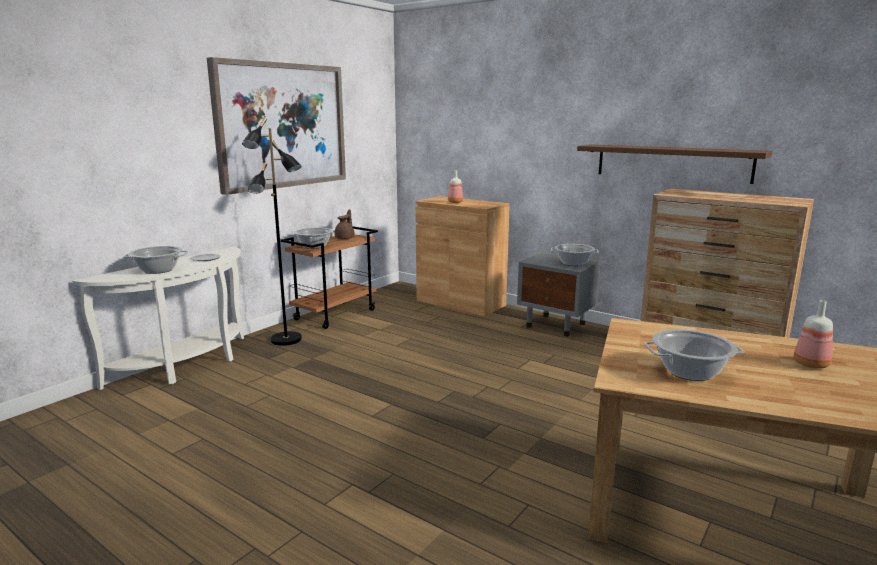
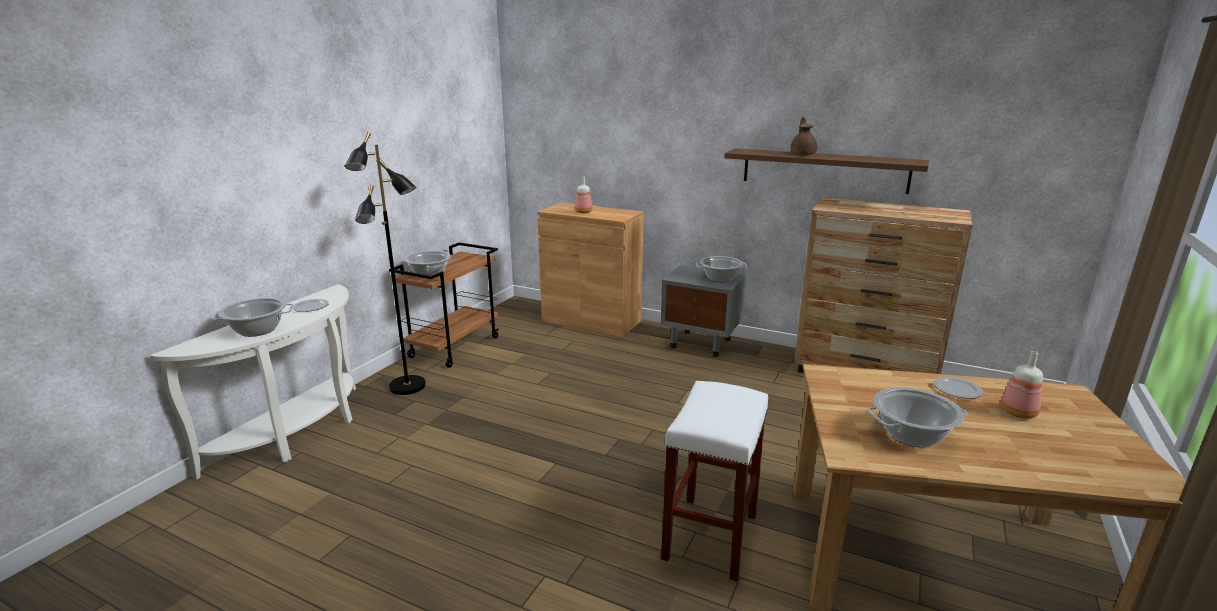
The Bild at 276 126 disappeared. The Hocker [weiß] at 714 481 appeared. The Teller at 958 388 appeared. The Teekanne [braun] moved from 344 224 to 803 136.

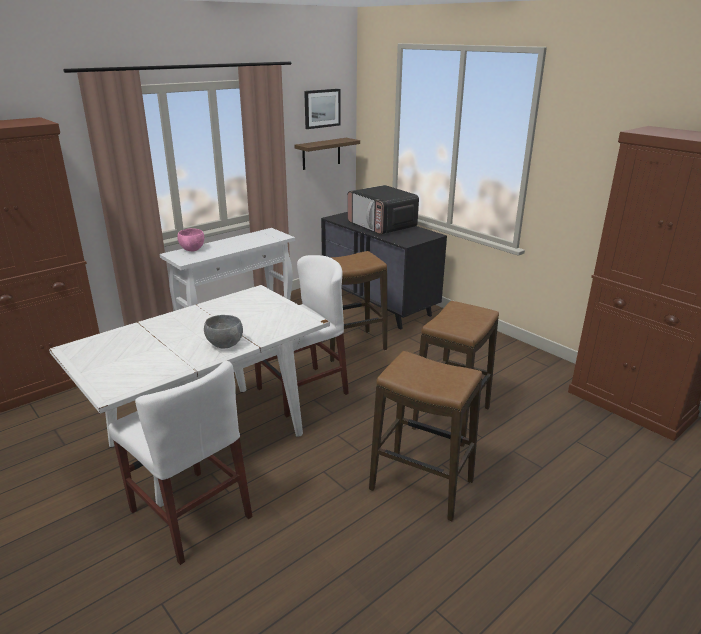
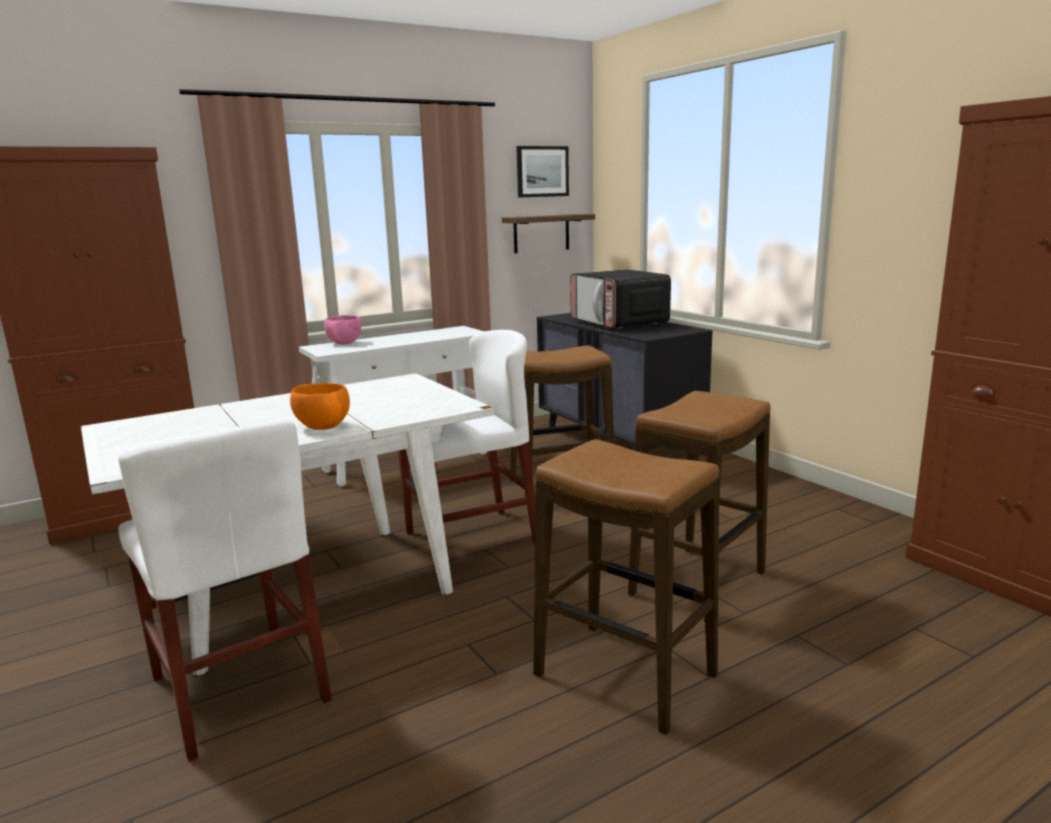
The Schüssel [grau] at 223 331 became the Schüssel [orange] at 320 406.

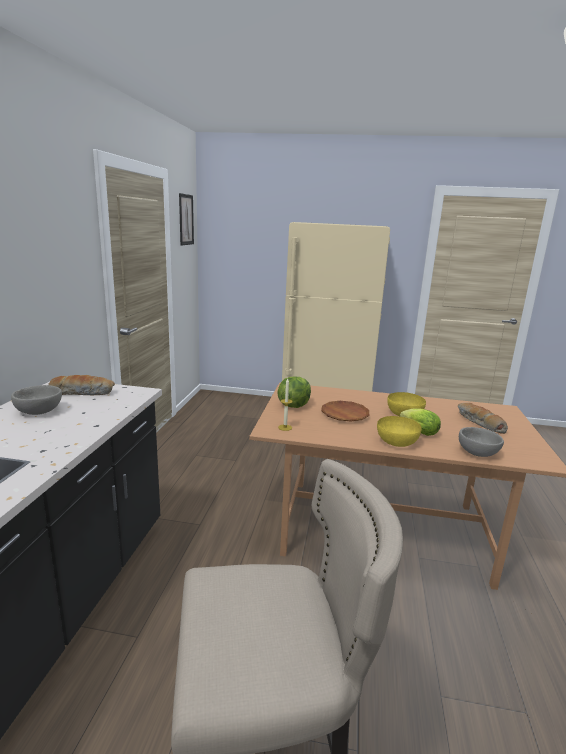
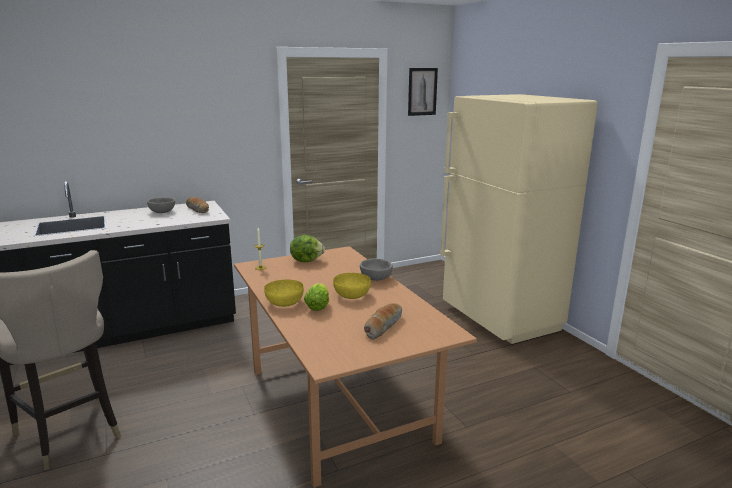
The Teller [braun] at 345 411 disappeared. The Schüssel [grau] moved from 481 442 to 376 270.

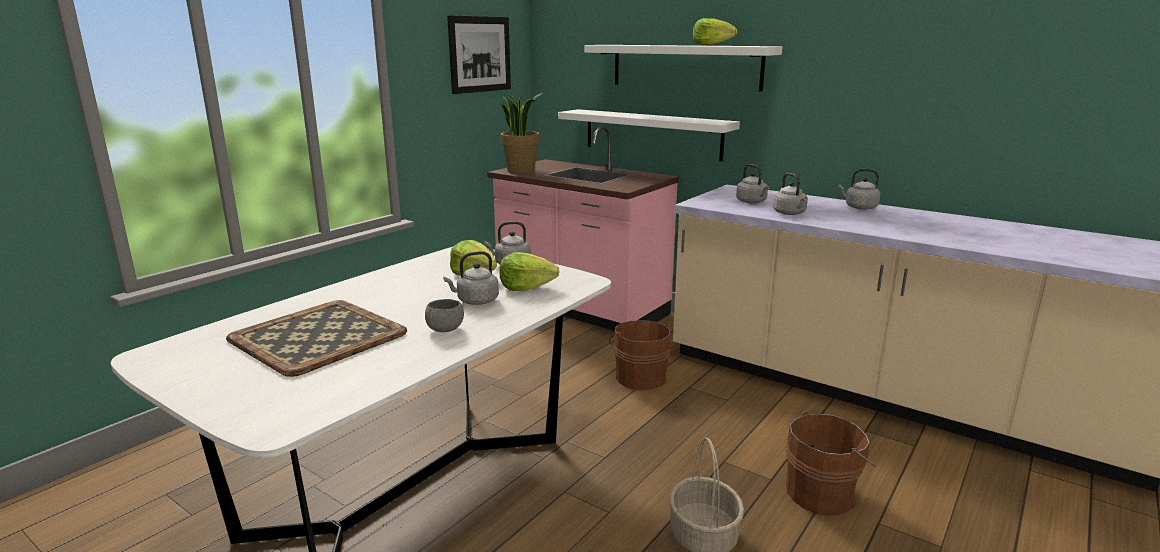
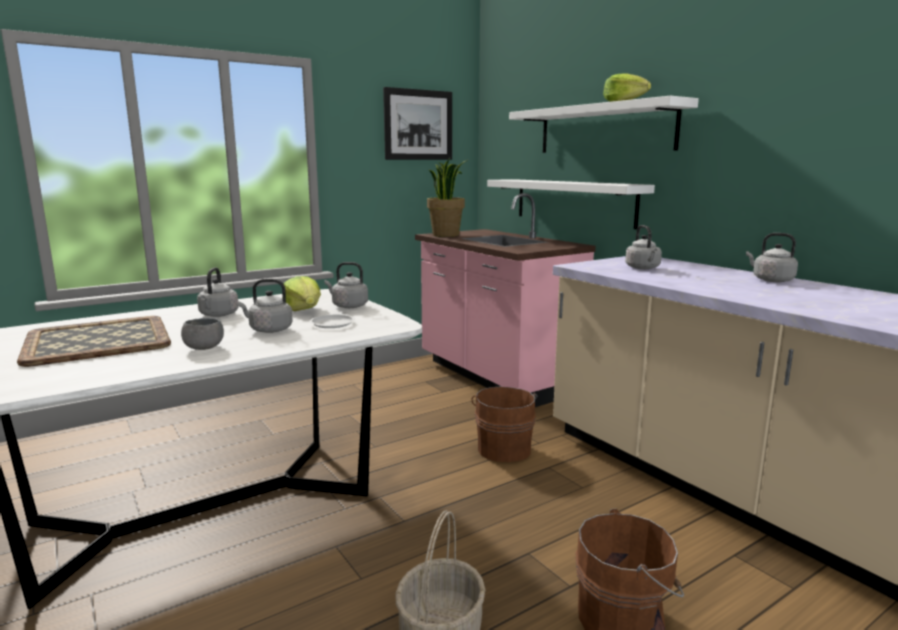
The Wasserkessel [grau] moved from 790 194 to 218 292. The Salatkopf at 529 271 was replaced by the Teller [weiß] at 332 321.

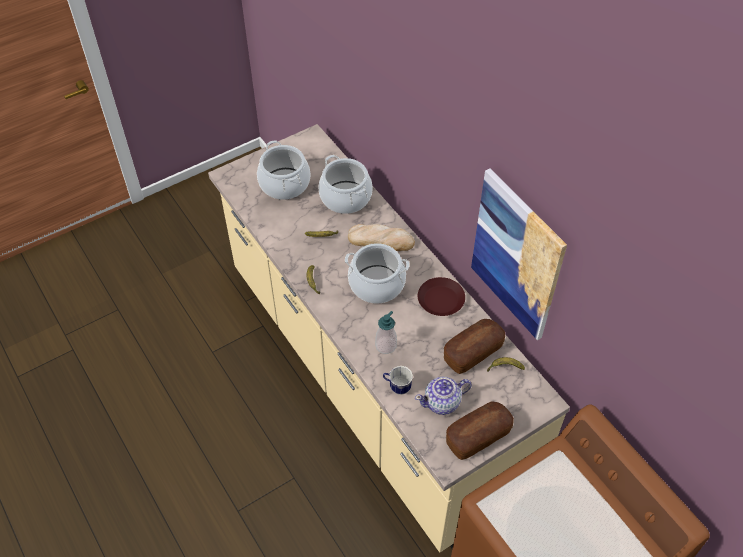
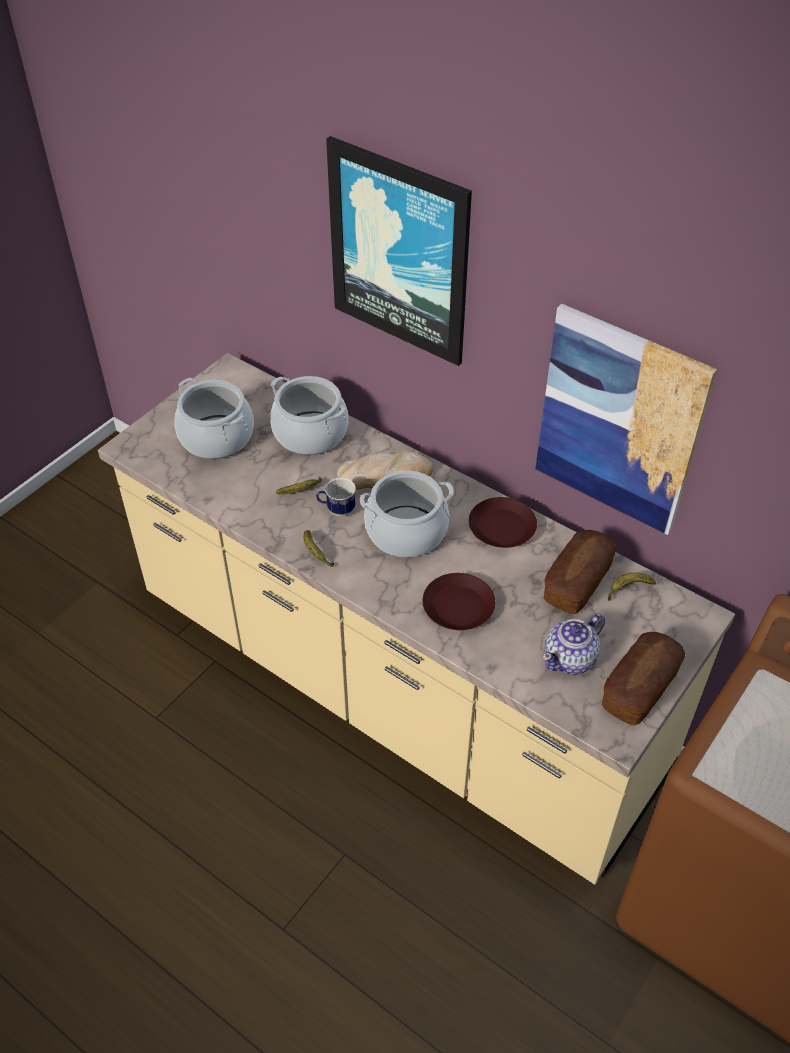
The Bild at 399 251 appeared. The Henkelbecher moved from 398 380 to 336 497. The Seifenspender at 386 332 was replaced by the Teller [braun] at 459 601.

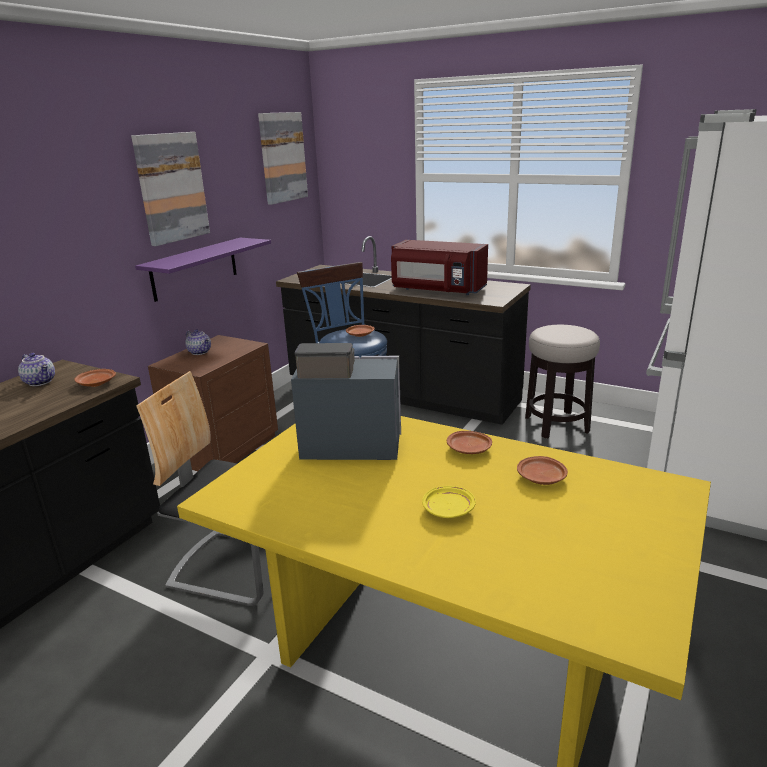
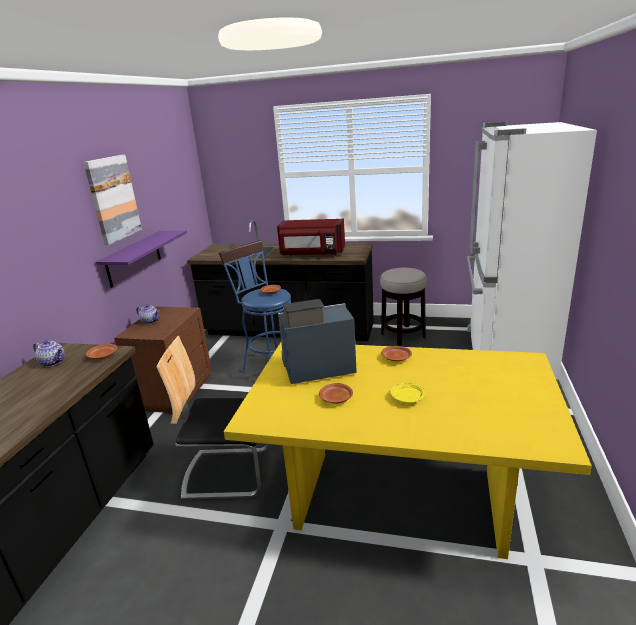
The Bild at 283 158 disappeared. The Teller [braun] moved from 542 470 to 336 393.

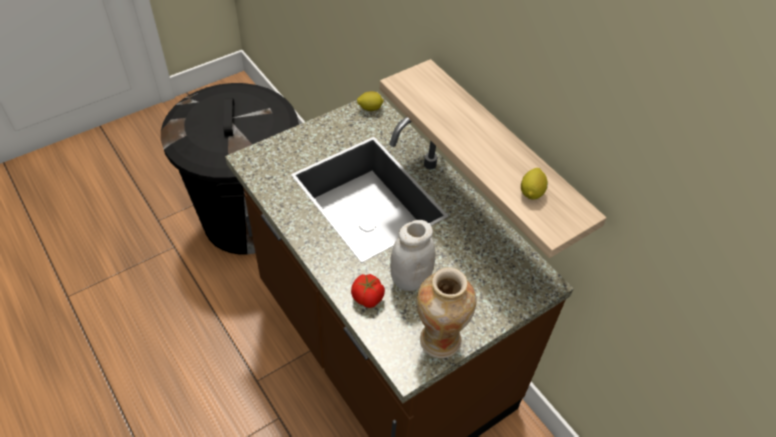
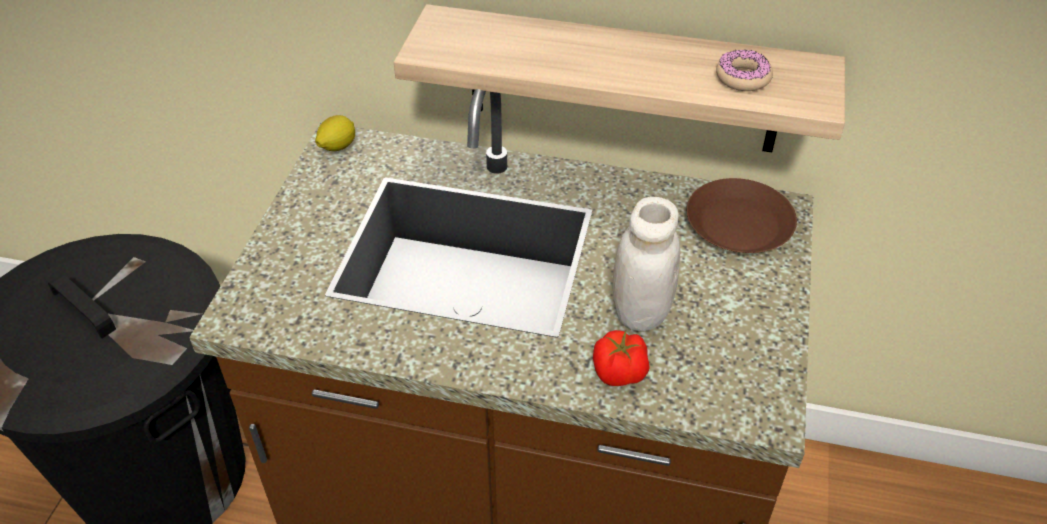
The Vase at 446 313 disappeared. The Teller [braun] at 742 215 appeared. The Zitrone at 534 184 was replaced by the Donut at 744 70.

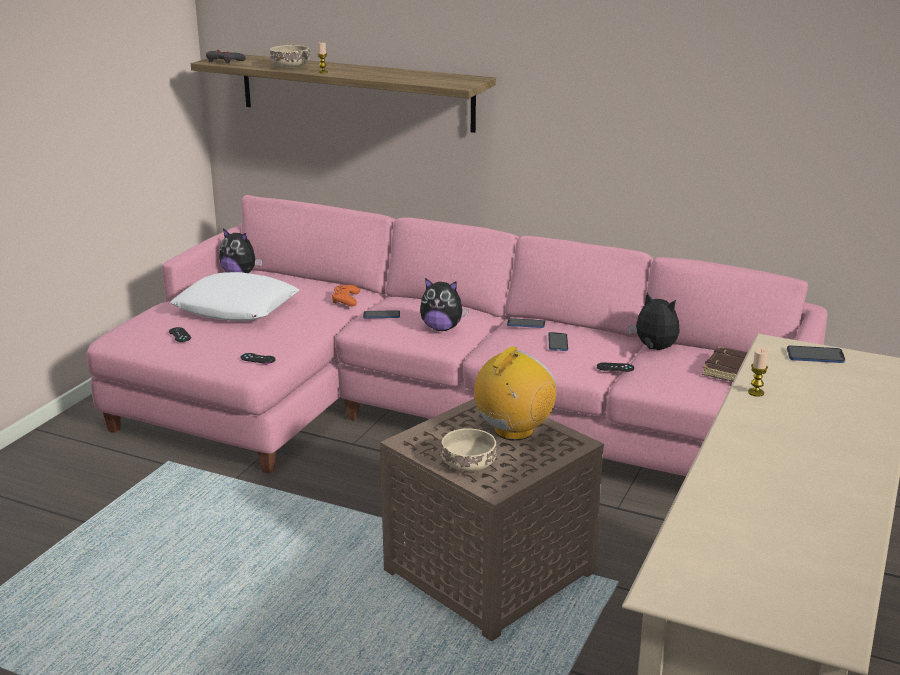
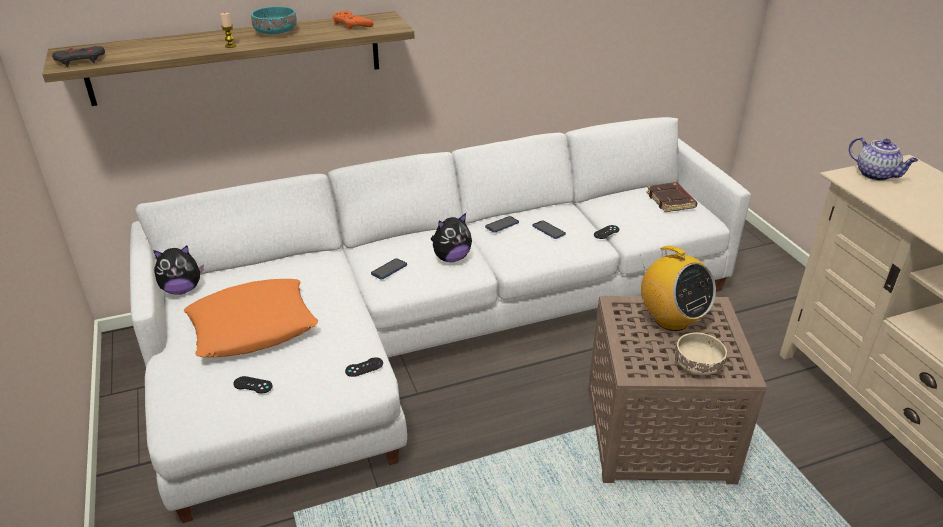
The Schüssel [beige] at 290 56 disappeared. The Plüschtier at 654 321 disappeared. The Kerze at 758 372 disappeared. The Schüssel [türkis] at 274 20 appeared. The Gamepad [orange] moved from 346 295 to 353 20. The Handy at 816 354 was replaced by the Teekanne at 883 159. The Sofa [rosa] at 457 335 became the Sofa [weiß] at 440 320. The Kissen [weiß] at 234 296 became the Kissen [orange] at 251 318. The Radio at 515 393 turned 150 degrees clockwise.

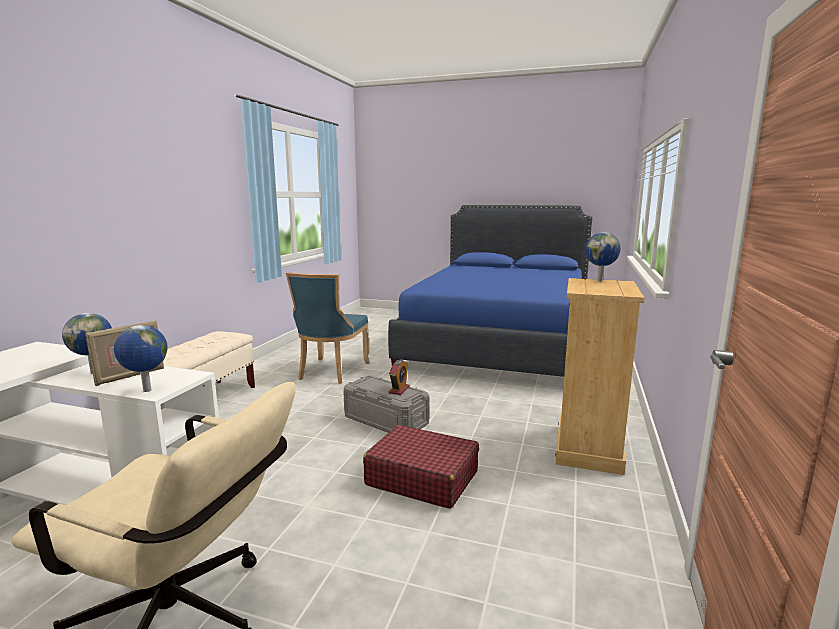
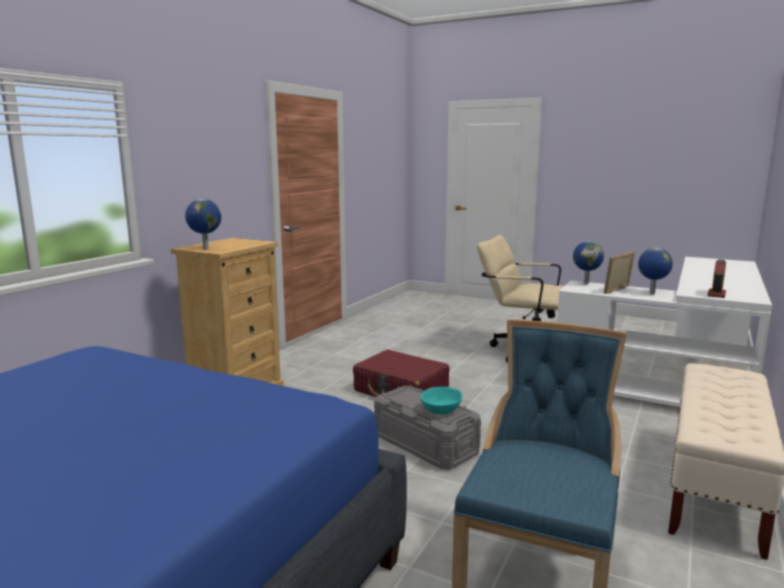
The Schüssel [türkis] at 441 401 appeared. The Wecker moved from 399 377 to 716 278.

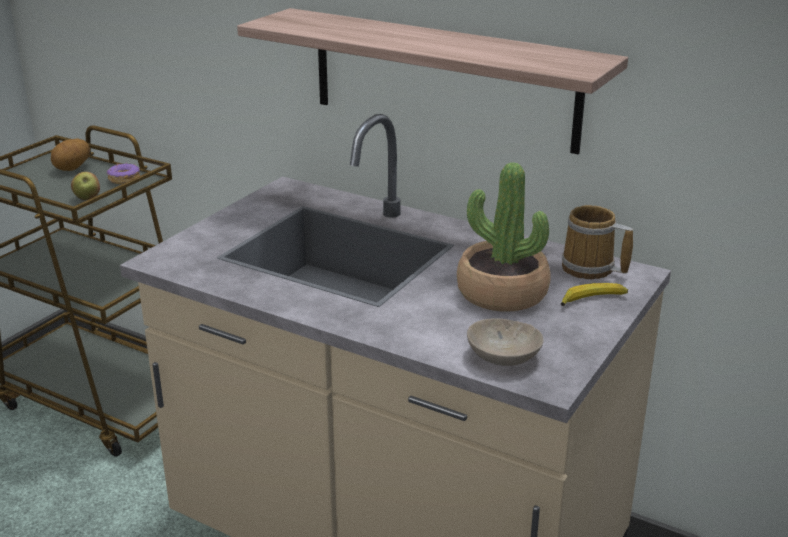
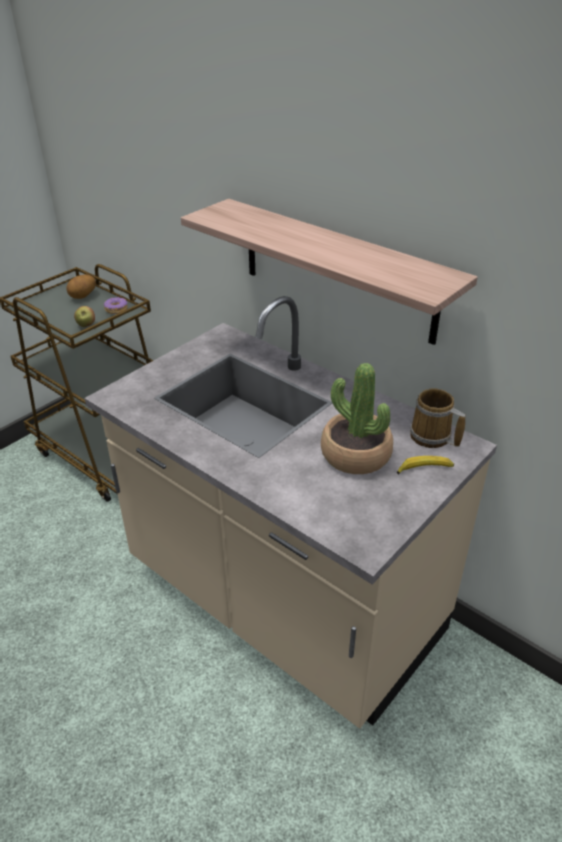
The Schüssel [beige] at 505 342 disappeared.

